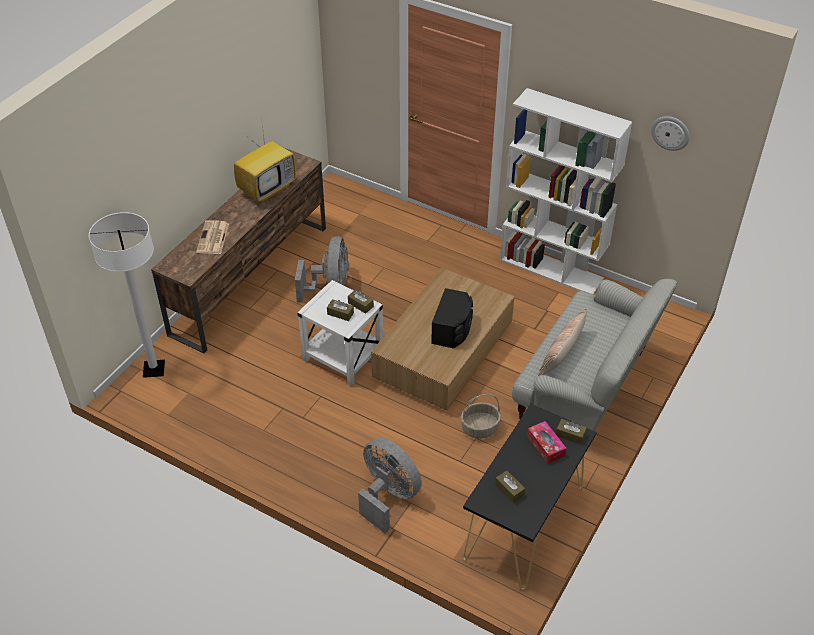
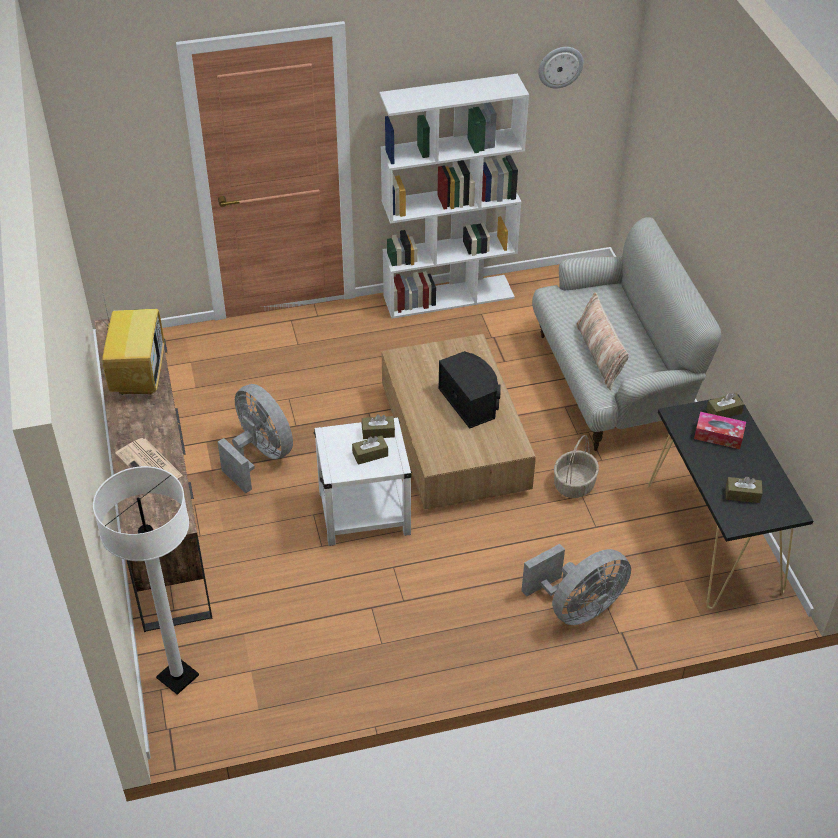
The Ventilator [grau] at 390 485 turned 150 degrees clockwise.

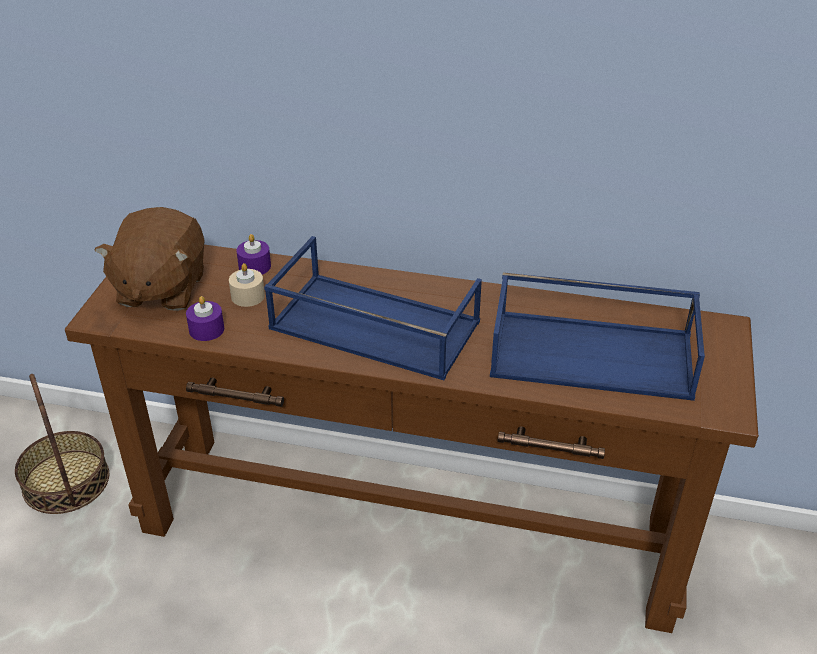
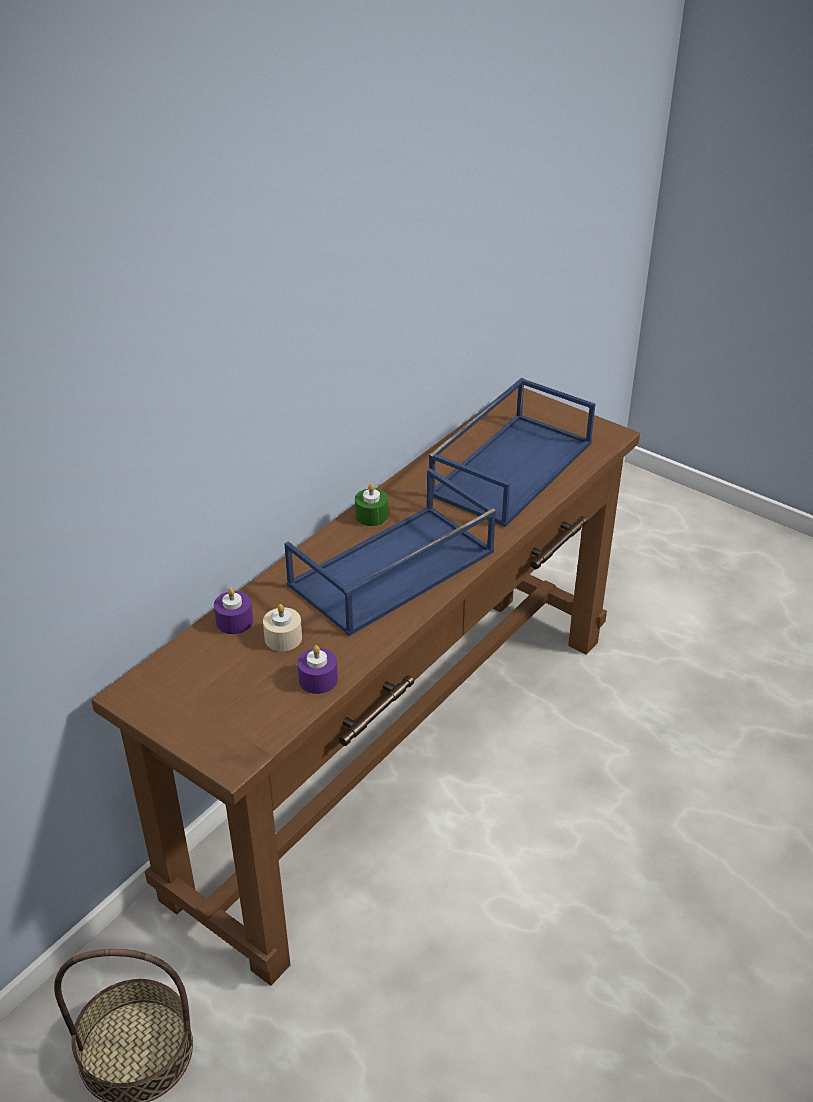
The Plüschtier [braun] at 149 259 disappeared. The Kerze [grün] at 371 504 appeared.

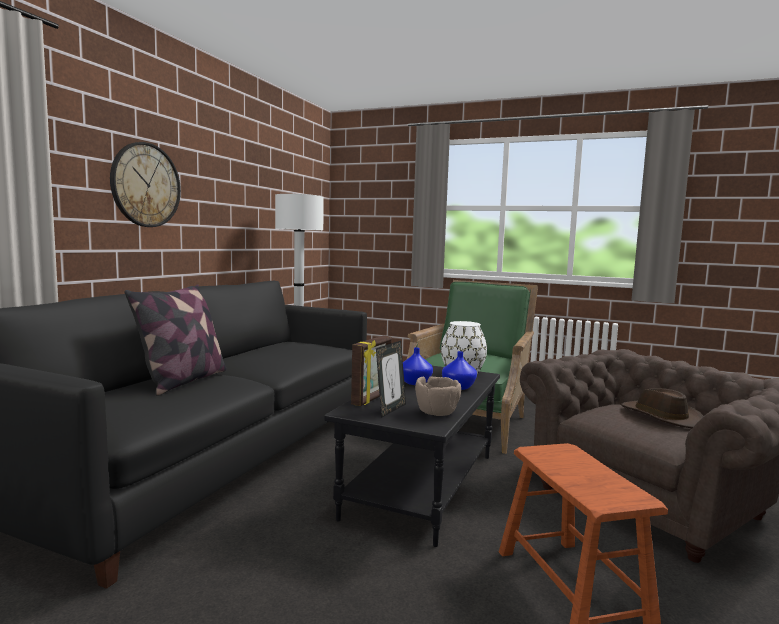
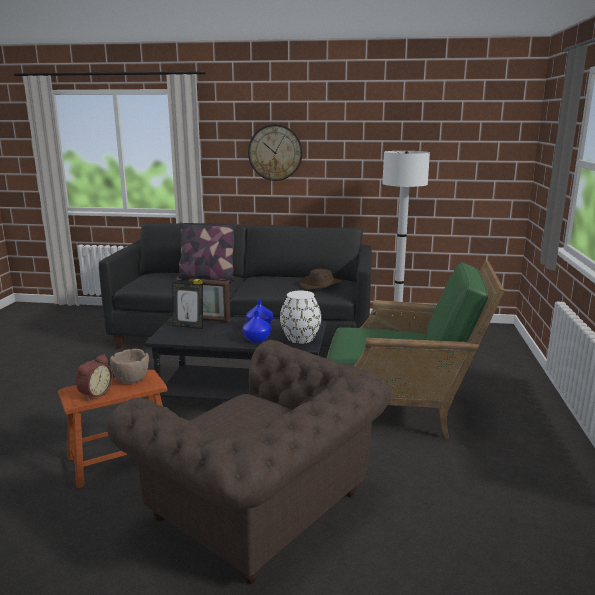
The Wecker at 94 377 appeared. The Schüssel [braun] moved from 438 396 to 129 366. The Hut [braun] moved from 662 408 to 321 279.

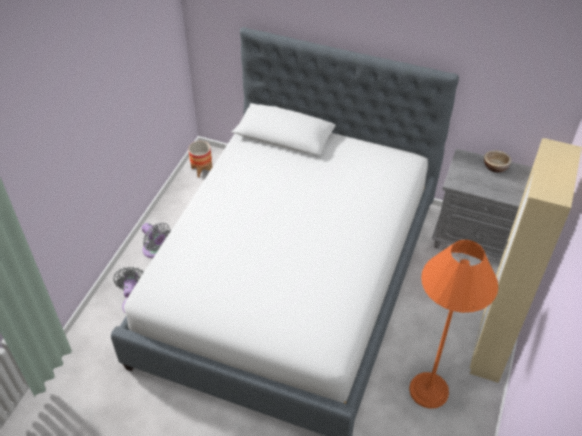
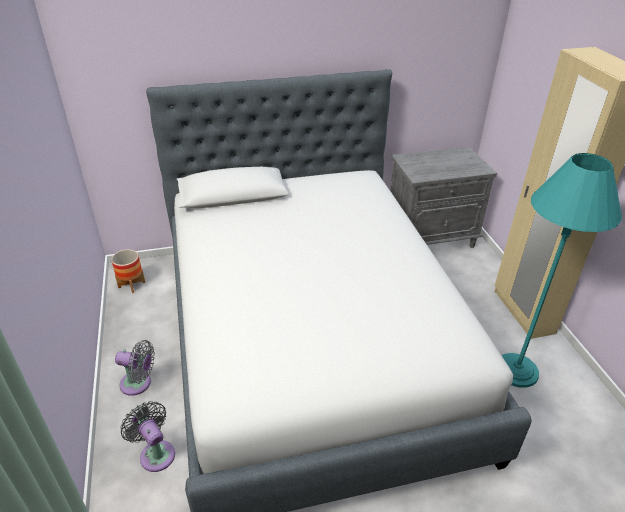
The Schüssel at 497 161 disappeared. The Stehlampe [orange] at 453 324 became the Stehlampe [türkis] at 562 270.

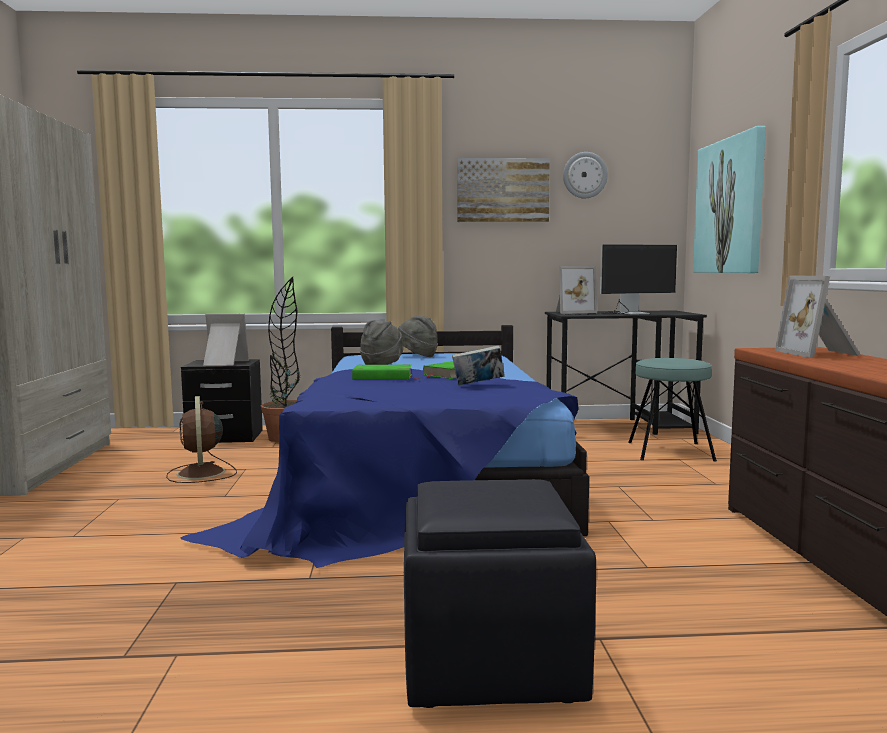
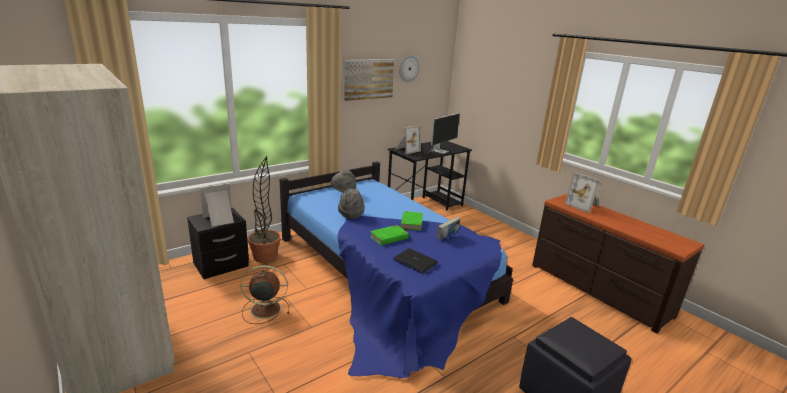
The Hocker [türkis] at 672 410 disappeared. The Bild at 729 199 disappeared. The Laptop at 415 260 appeared. The Ventilator [braun] at 201 439 turned 135 degrees clockwise.

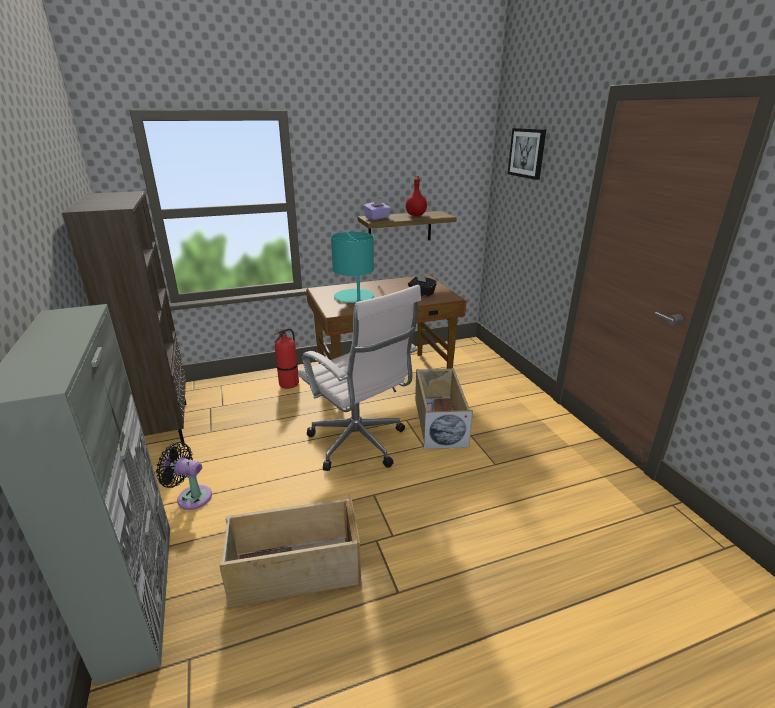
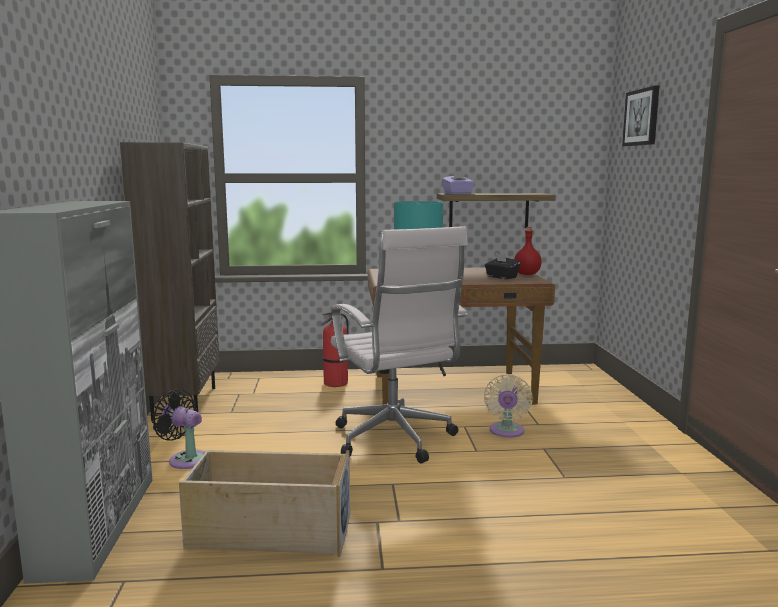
The Flasche [rot] moved from 416 196 to 528 251. The Aufbewahrungsbox [beige] at 444 408 was replaced by the Ventilator [beige] at 508 406.

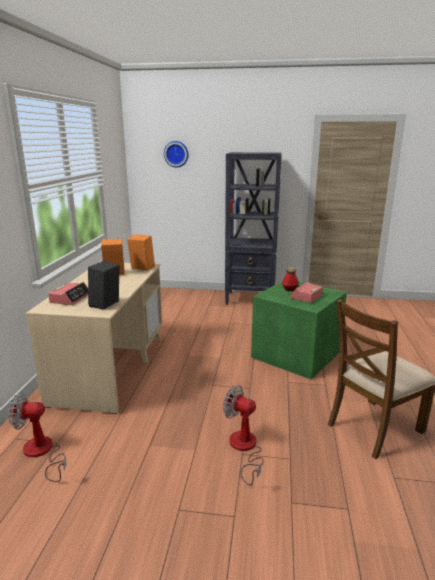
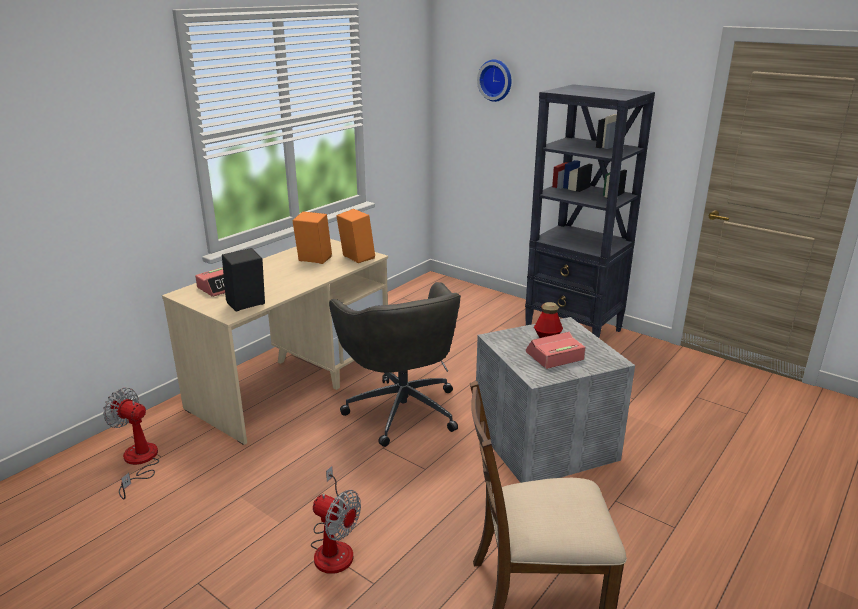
The Bürostuhl [grau] at 395 364 appeared. The Aufbewahrungsbox [grün] at 299 330 became the Aufbewahrungsbox [grau] at 555 400. The Ventilator at 243 435 turned 150 degrees clockwise.

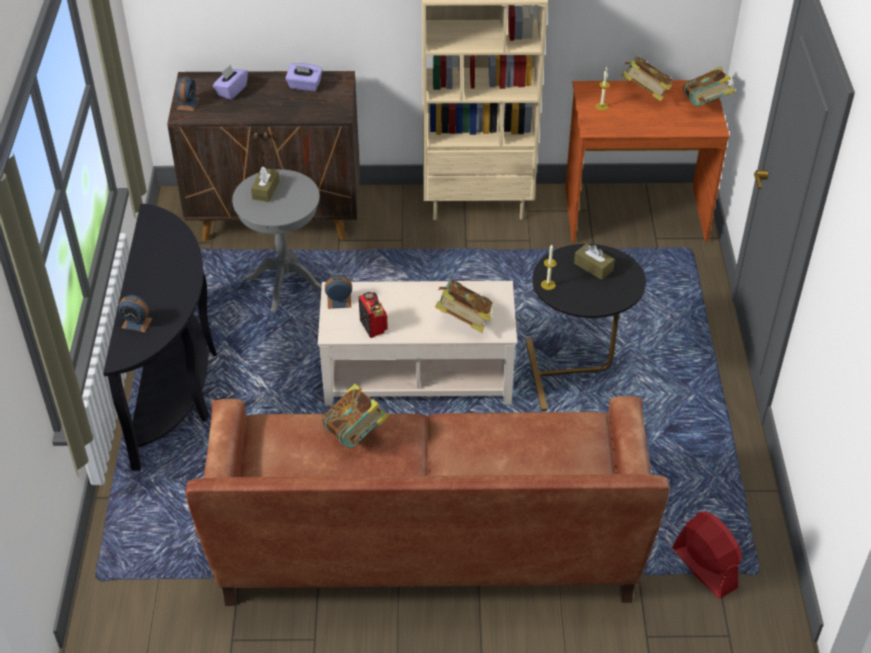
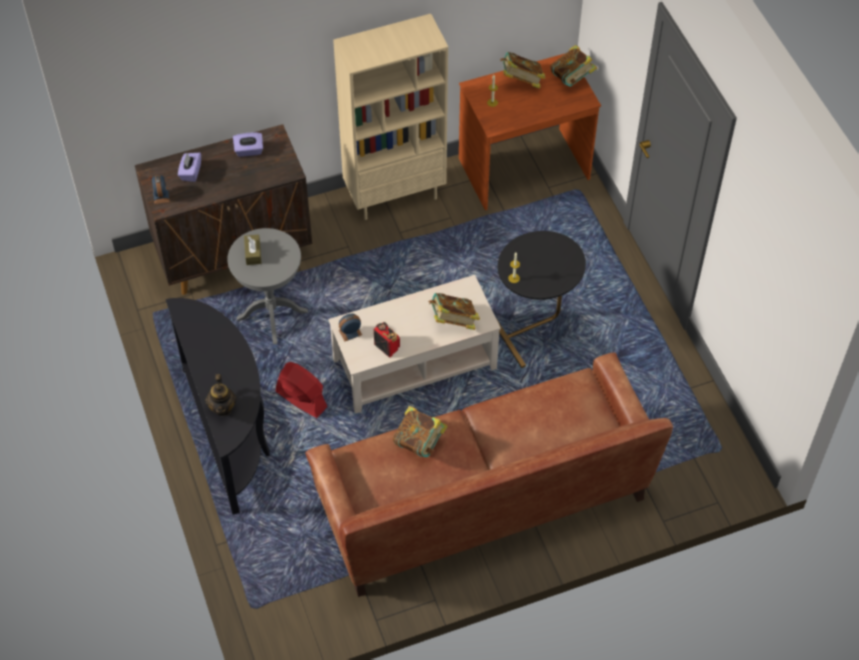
The Taschentuchbox [braun] at 594 261 disappeared. The Ventilator [rot] moved from 707 555 to 301 390. The Wecker at 136 313 was replaced by the Teekanne at 221 395.

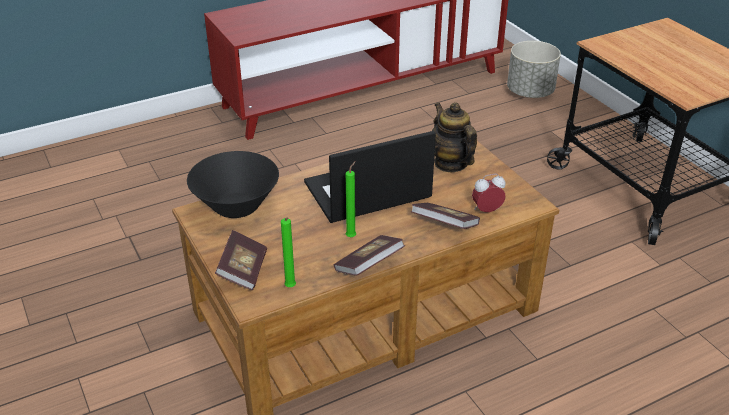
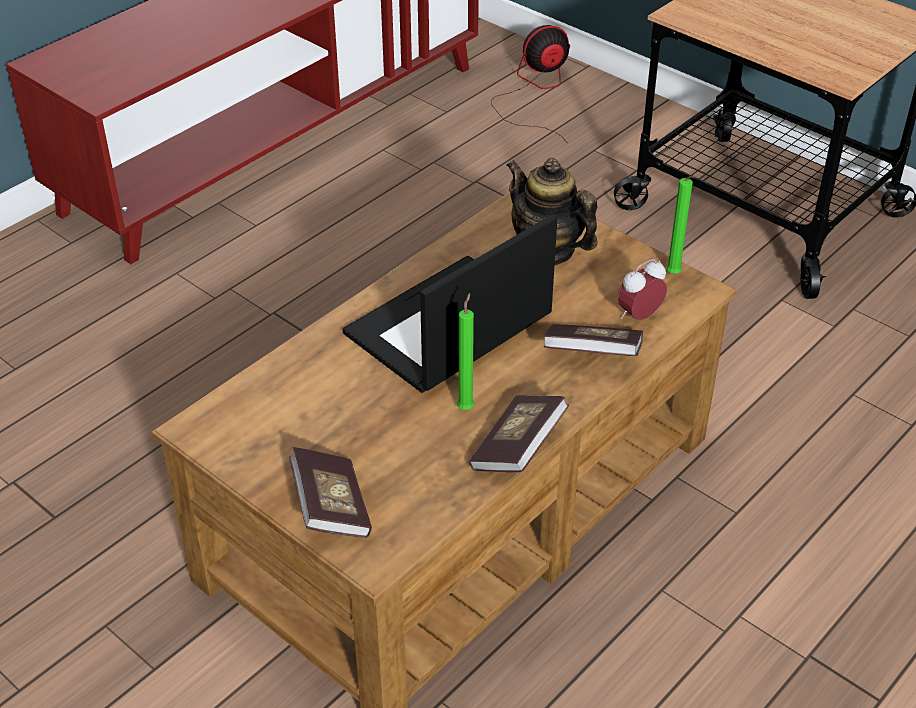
The Schüssel [schwarz] at 233 184 disappeared. The Kerze [grün] moved from 288 252 to 681 225. The Pflanzkübel [grau] at 534 69 was replaced by the Ventilator at 530 83.

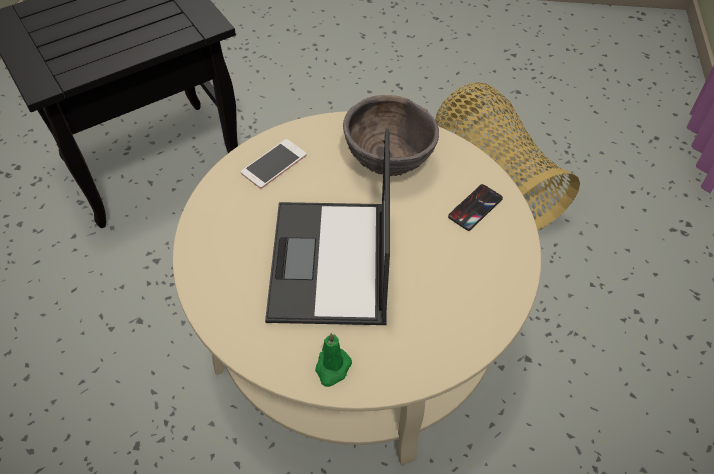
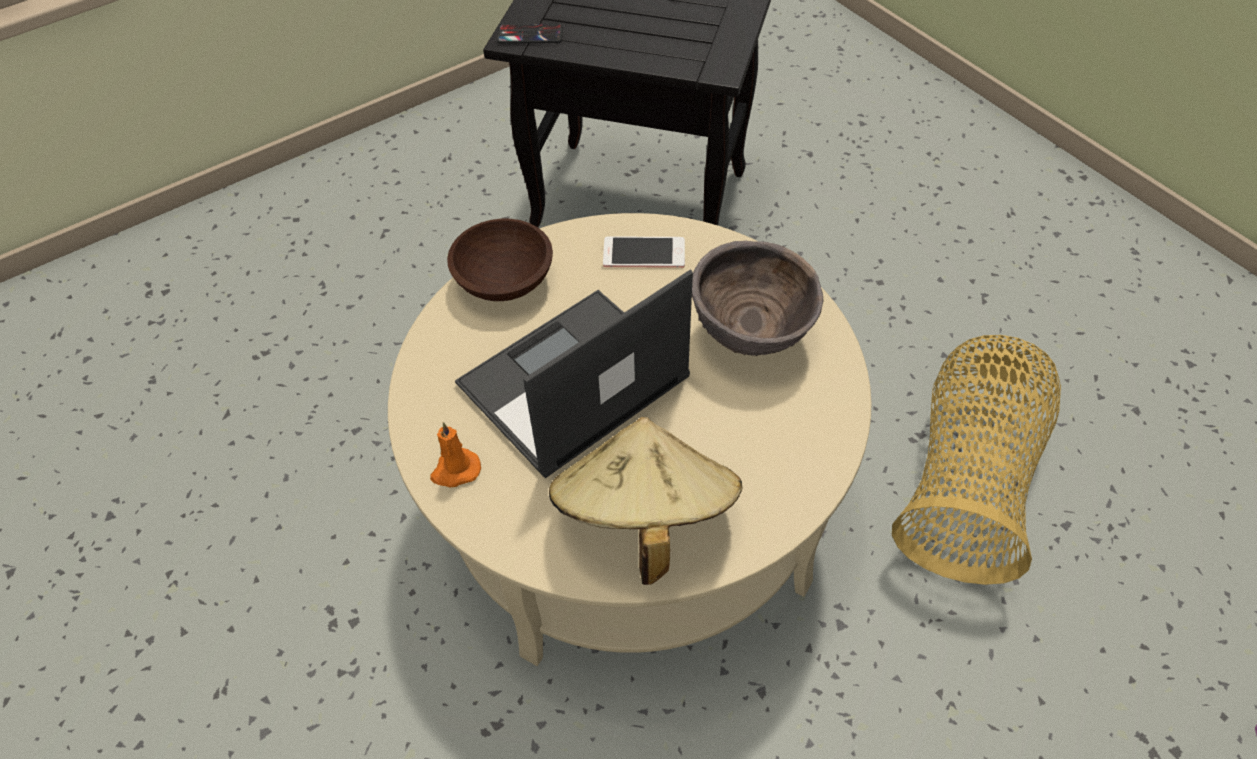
The Schüssel [braun] at 500 260 appeared. The Hut [beige] at 645 501 appeared. The Handy moved from 475 207 to 530 34. The Kerze [grün] at 333 360 became the Kerze [orange] at 455 455.

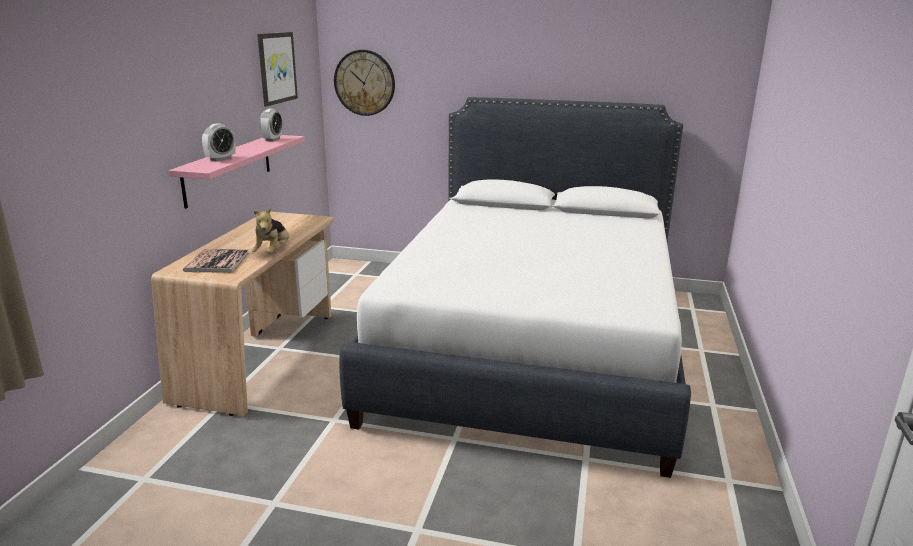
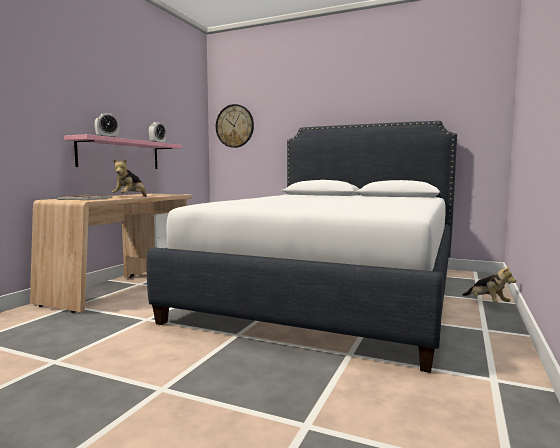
The Bild at 277 69 disappeared. The Plüschtier at 489 284 appeared.

